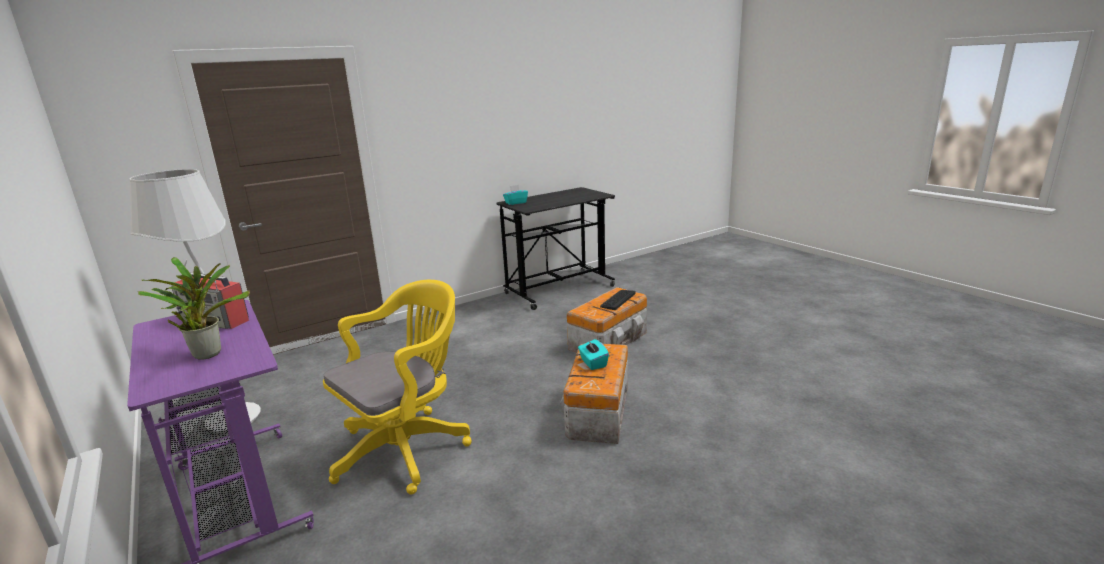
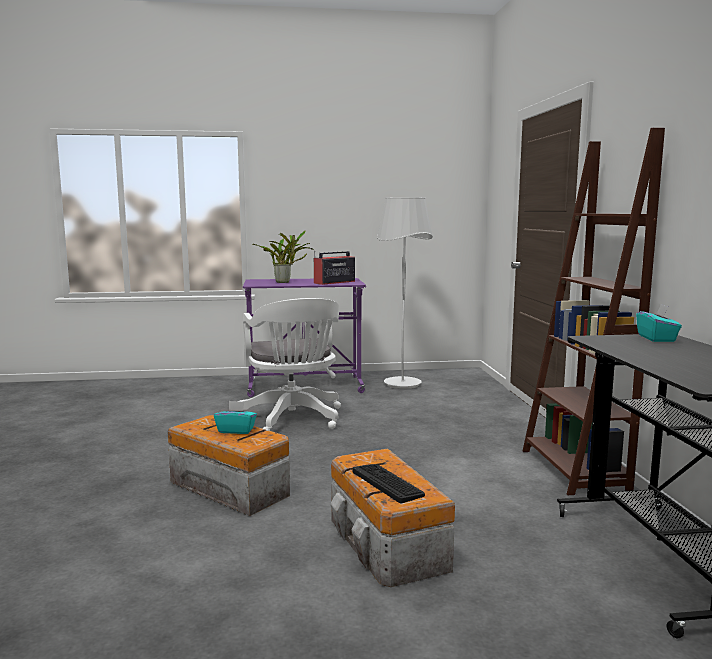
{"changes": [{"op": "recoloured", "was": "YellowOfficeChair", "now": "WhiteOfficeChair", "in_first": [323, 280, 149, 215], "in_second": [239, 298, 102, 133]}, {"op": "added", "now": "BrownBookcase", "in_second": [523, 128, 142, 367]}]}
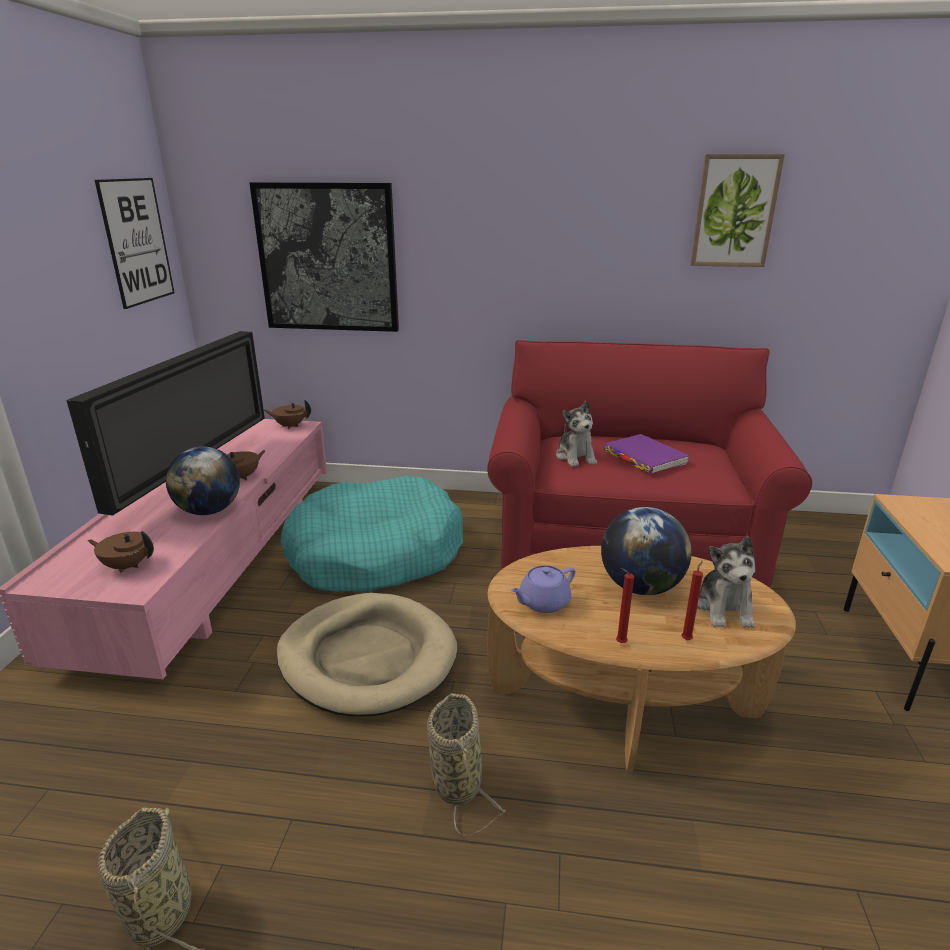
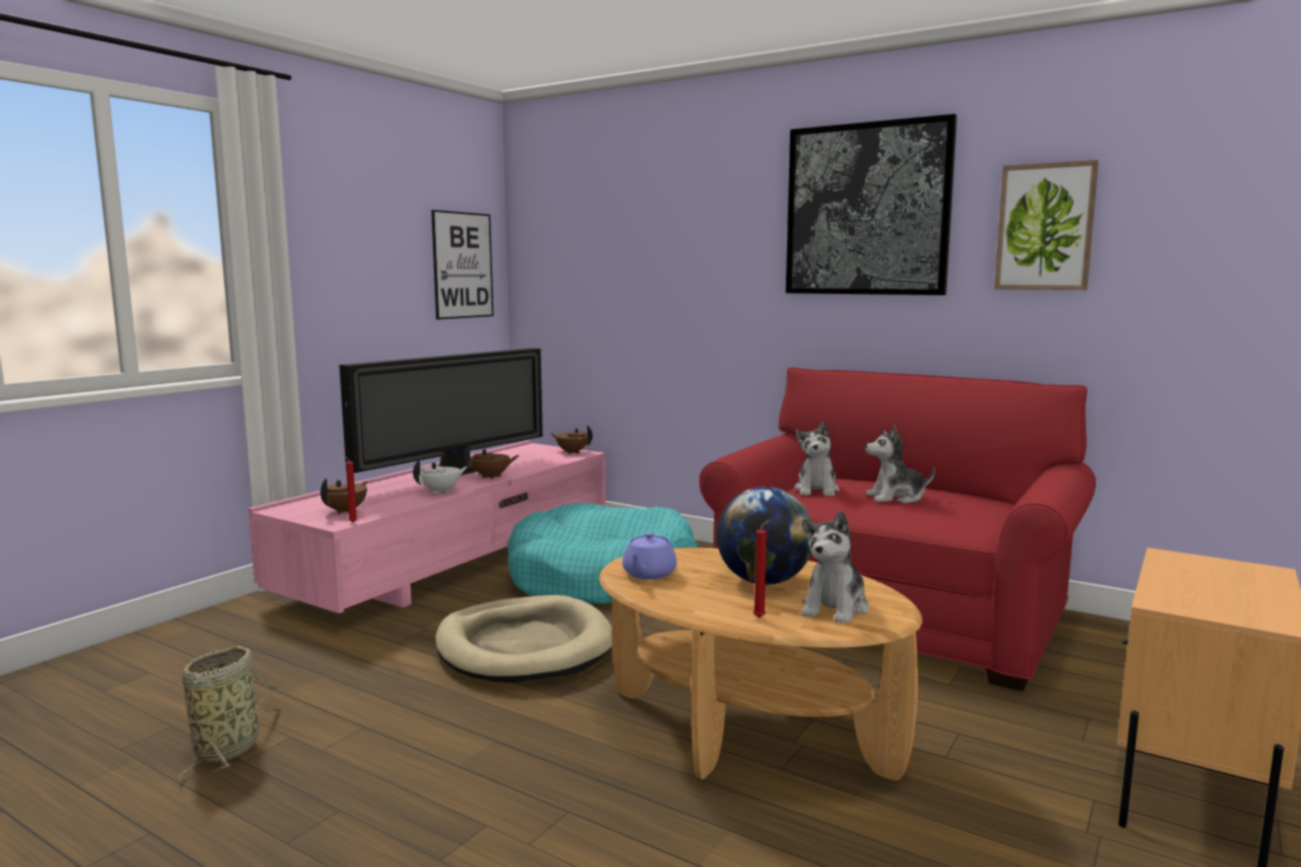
{"changes": [{"op": "turned", "was": "BrownTeapot", "in_first": [88, 531, 66, 42], "in_second": [320, 478, 47, 36], "clockwise": 75}, {"op": "replaced", "was": "Globe", "now": "WhiteTeapot", "in_first": [166, 447, 74, 68], "in_second": [413, 460, 55, 34]}, {"op": "moved", "was": "Picture", "in_first": [249, 182, 150, 150], "in_second": [786, 114, 171, 181]}, {"op": "removed", "was": "Basket", "in_first": [427, 693, 80, 144]}, {"op": "turned", "was": "PurpleTeapot", "in_first": [511, 565, 64, 48], "in_second": [622, 532, 55, 48], "clockwise": -60}, {"op": "replaced", "was": "PurpleBook", "now": "PlushToy", "in_first": [603, 434, 87, 40], "in_second": [865, 425, 70, 78]}, {"op": "moved", "was": "RedCandle", "in_first": [616, 568, 18, 75], "in_second": [343, 455, 14, 67]}]}
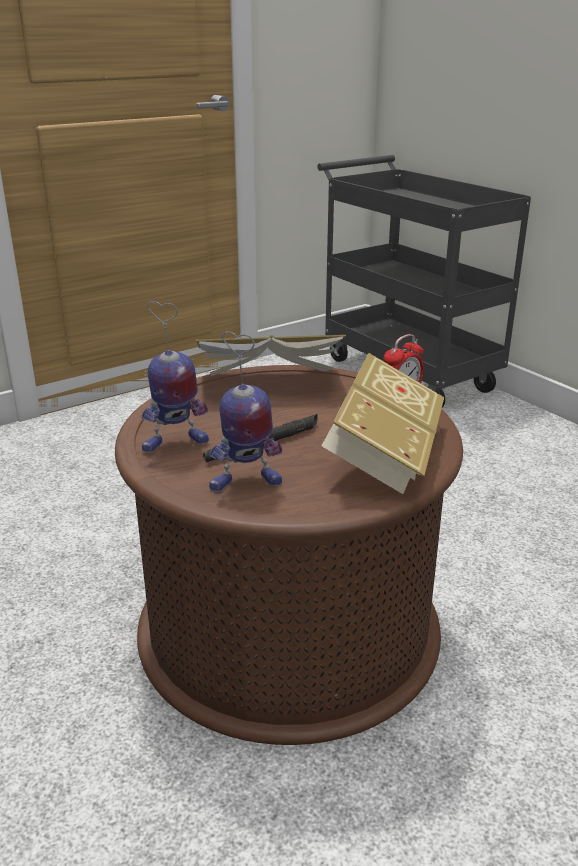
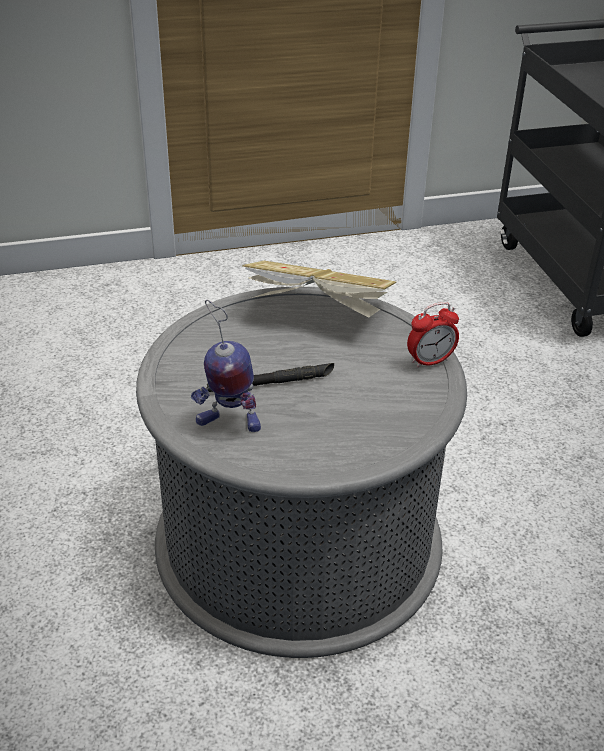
{"changes": [{"op": "recoloured", "was": "BrownCoffeeTable", "now": "GreyCoffeeTable", "in_first": [115, 365, 348, 380], "in_second": [136, 287, 331, 371]}, {"op": "removed", "was": "ToyRobot", "in_first": [142, 301, 67, 152]}, {"op": "removed", "was": "Book", "in_first": [321, 353, 123, 141]}]}
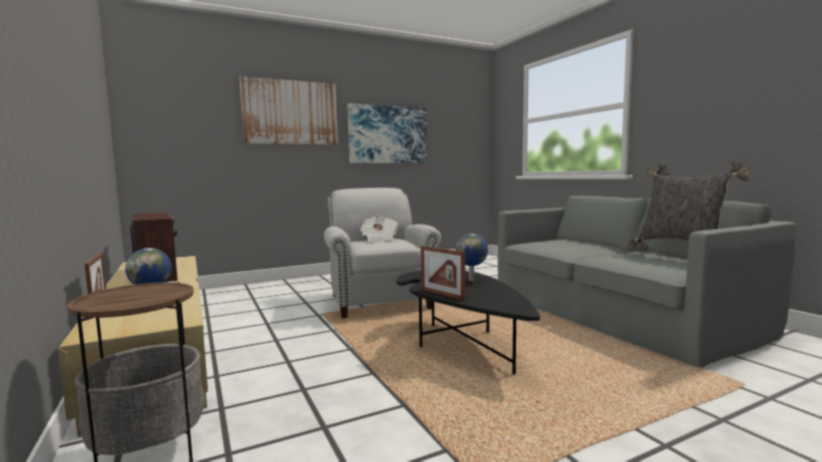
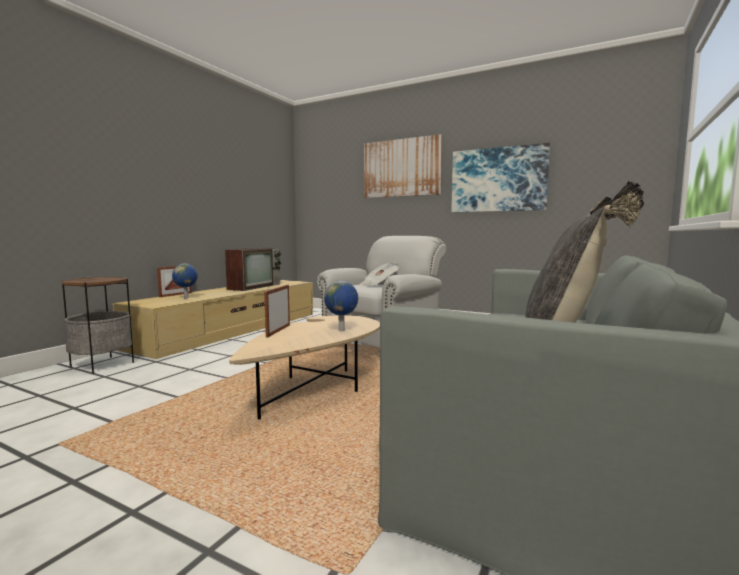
{"changes": [{"op": "recoloured", "was": "BlackCoffeeTable", "now": "BeigeCoffeeTable", "in_first": [396, 270, 144, 105], "in_second": [229, 315, 151, 104]}]}
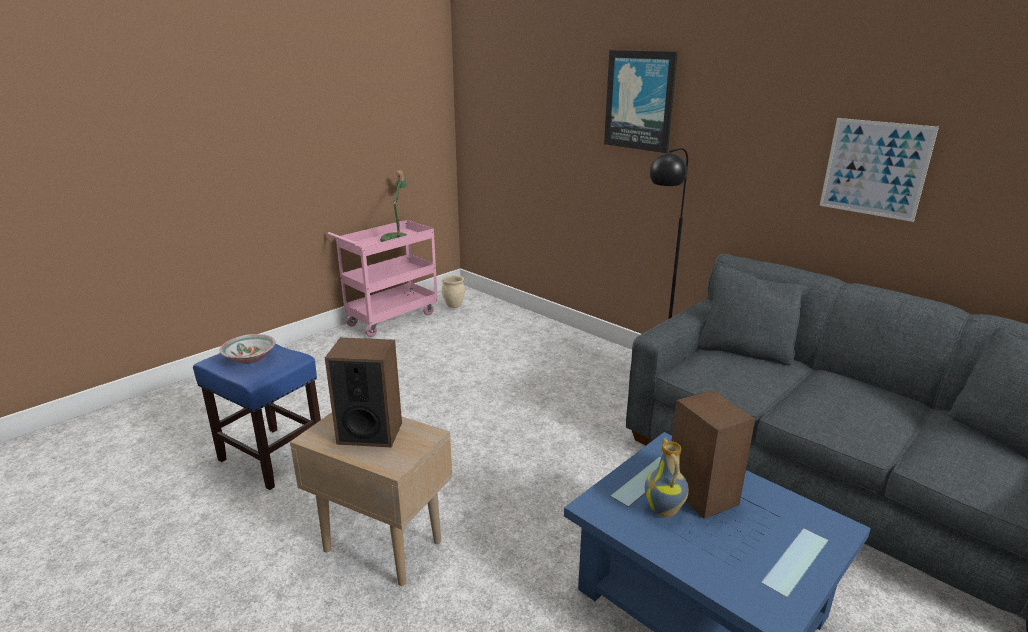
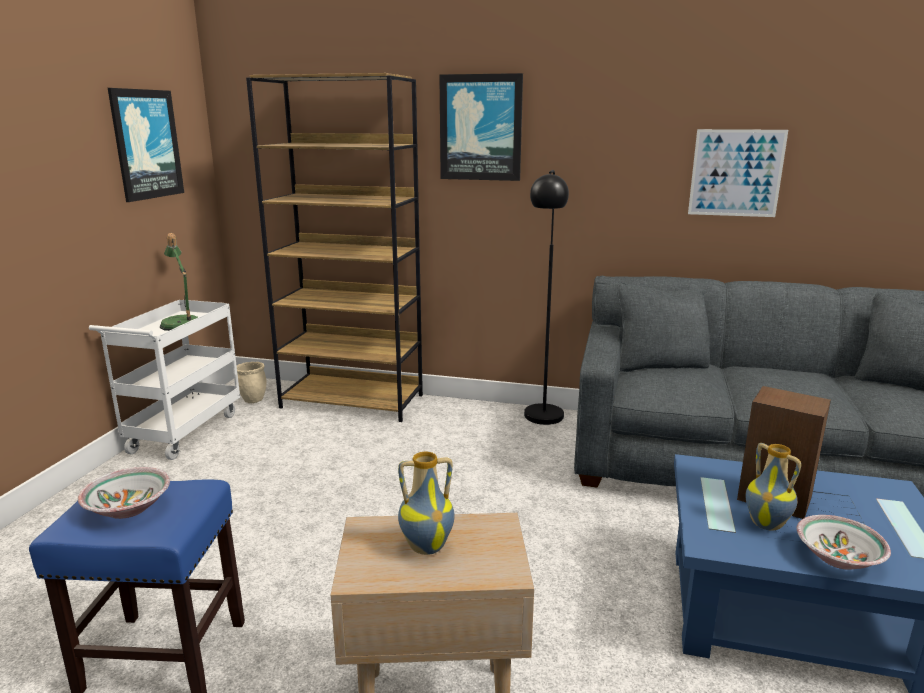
{"changes": [{"op": "replaced", "was": "Speaker", "now": "Vase", "in_first": [325, 338, 77, 109], "in_second": [398, 452, 56, 103]}, {"op": "recoloured", "was": "PinkCart", "now": "WhiteCart", "in_first": [327, 220, 111, 117], "in_second": [89, 300, 151, 160]}, {"op": "added", "now": "Picture", "in_second": [108, 88, 76, 114]}, {"op": "added", "now": "BrownBookcase", "in_second": [246, 73, 177, 349]}, {"op": "added", "now": "Bowl", "in_second": [796, 515, 95, 55]}]}
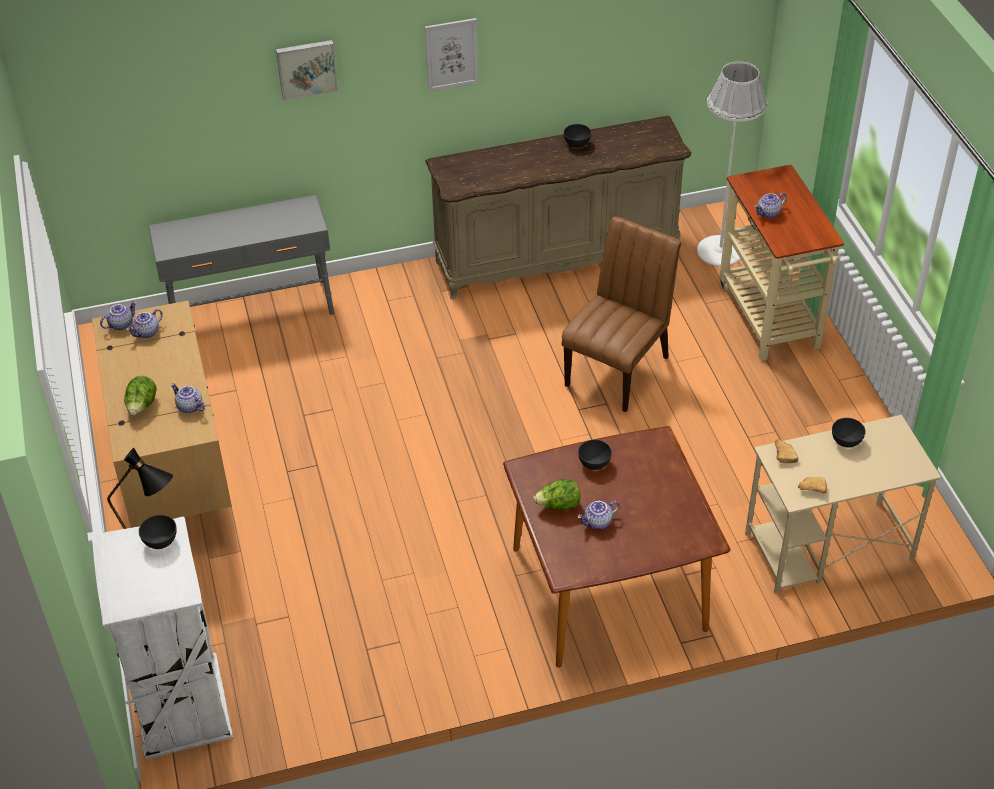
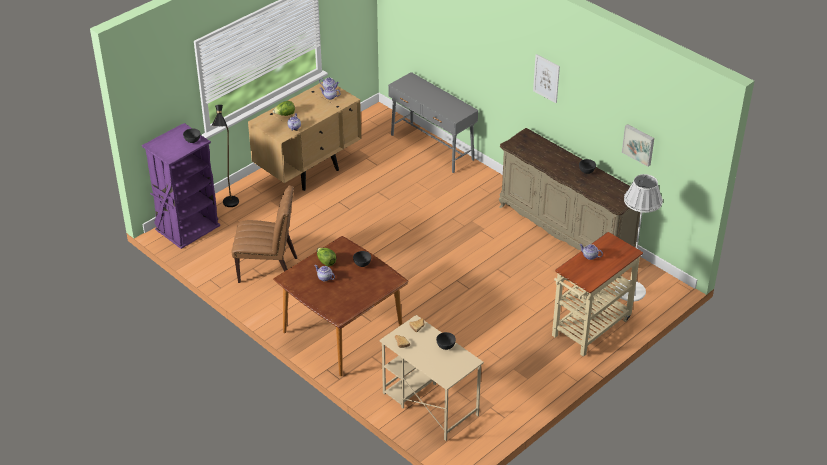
{"changes": [{"op": "recoloured", "was": "WhiteBookcase", "now": "PurpleBookcase", "in_first": [92, 516, 141, 243], "in_second": [142, 123, 78, 126]}, {"op": "moved", "was": "Picture", "in_first": [276, 40, 62, 61], "in_second": [622, 124, 32, 43]}, {"op": "moved", "was": "BrownChair", "in_first": [562, 216, 120, 196], "in_second": [232, 185, 65, 98]}]}
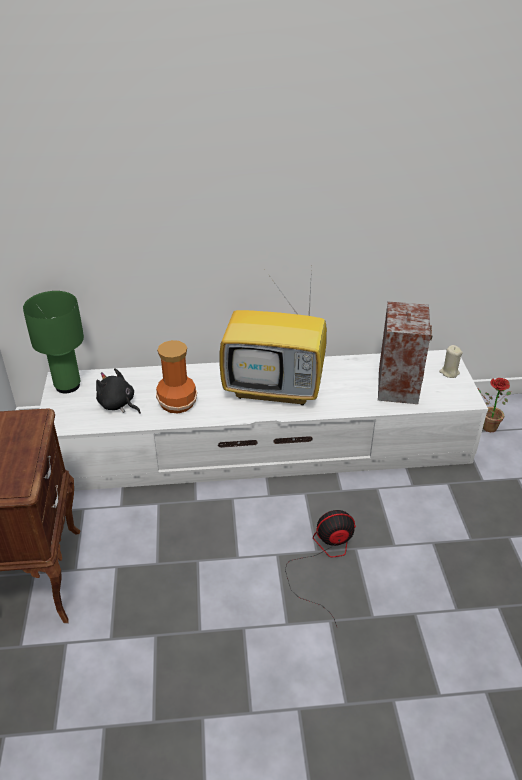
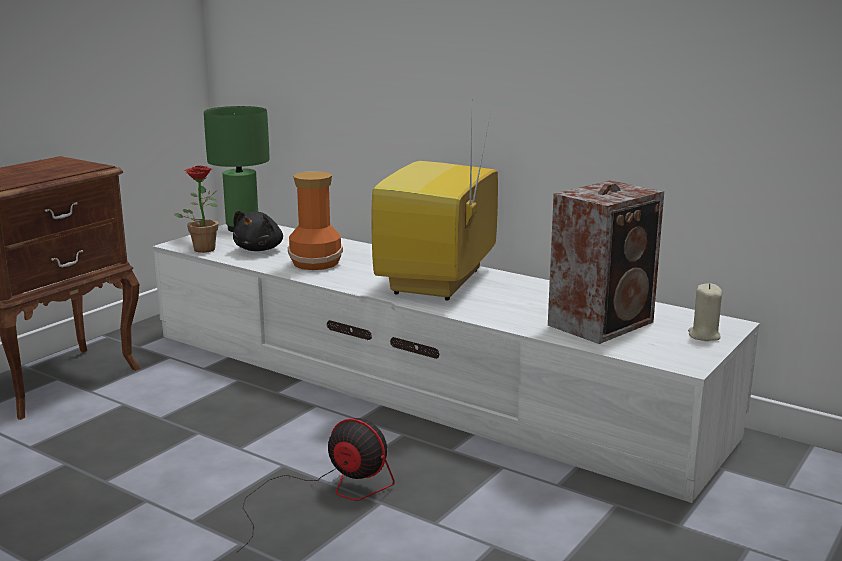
{"changes": [{"op": "turned", "was": "BlackPlushToy", "in_first": [96, 368, 45, 46], "in_second": [233, 210, 50, 41], "clockwise": -150}, {"op": "turned", "was": "Television", "in_first": [220, 268, 107, 137], "in_second": [372, 112, 126, 189], "clockwise": 60}, {"op": "moved", "was": "PottedPlant", "in_first": [477, 378, 34, 54], "in_second": [174, 166, 44, 87]}]}
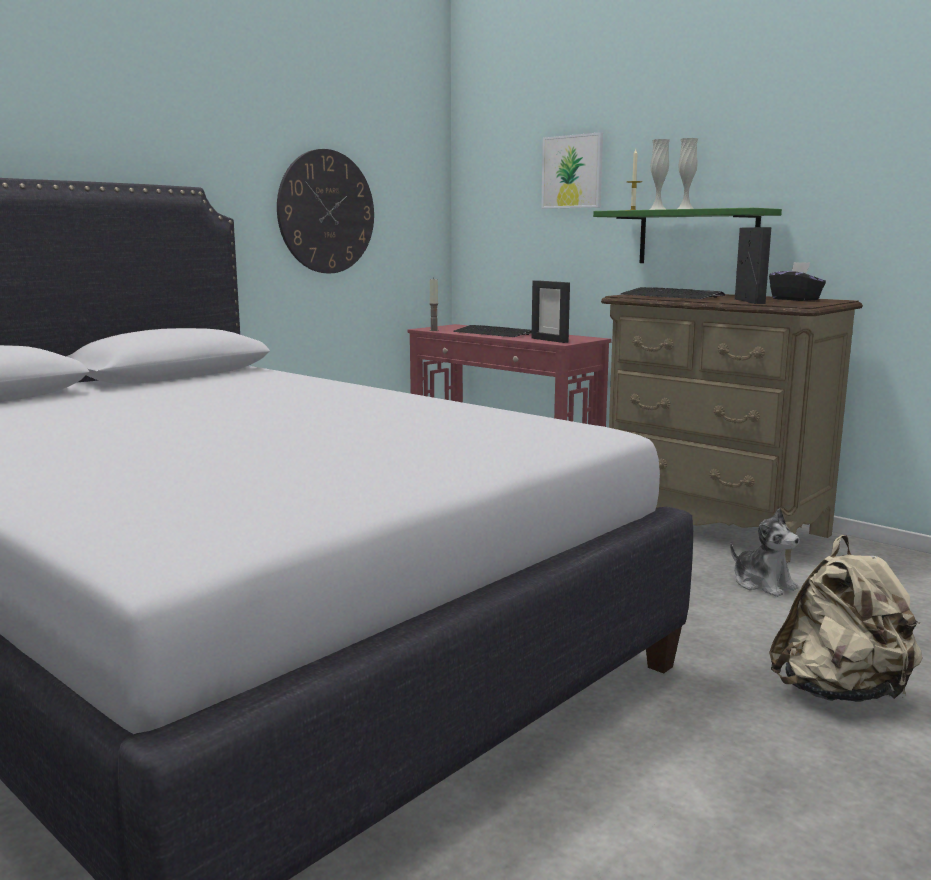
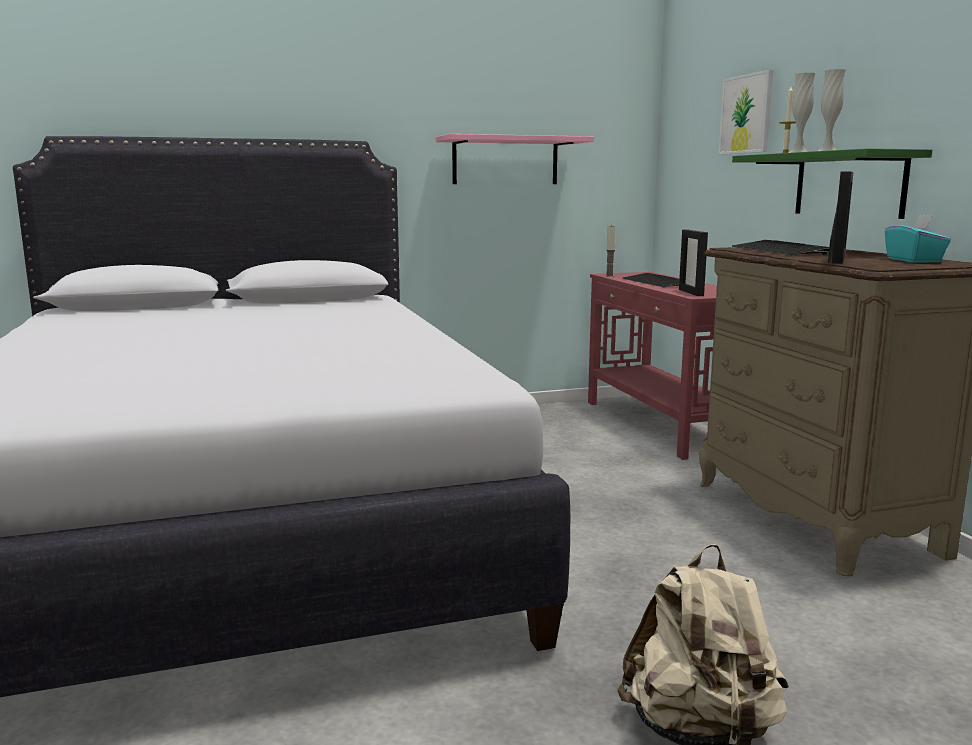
{"changes": [{"op": "replaced", "was": "WallClock", "now": "PinkShelf", "in_first": [277, 149, 97, 124], "in_second": [436, 134, 158, 50]}, {"op": "removed", "was": "PlushToy", "in_first": [730, 508, 70, 89]}, {"op": "recoloured", "was": "BlackTissueBox", "now": "TurquoiseTissueBox", "in_first": [769, 262, 57, 39], "in_second": [885, 214, 66, 48]}]}
